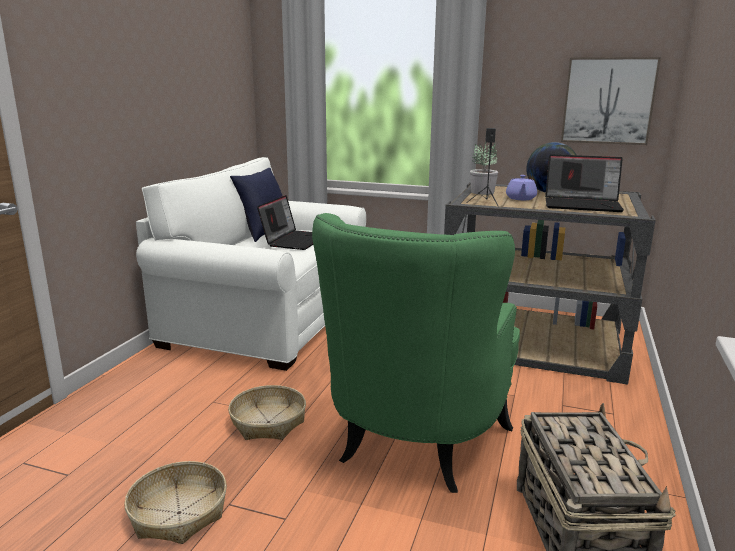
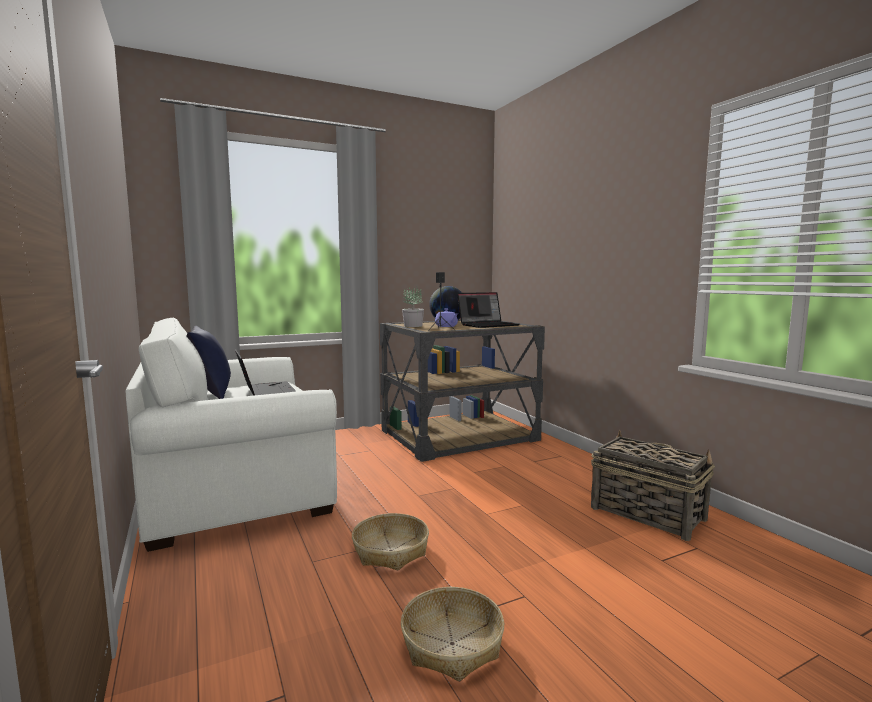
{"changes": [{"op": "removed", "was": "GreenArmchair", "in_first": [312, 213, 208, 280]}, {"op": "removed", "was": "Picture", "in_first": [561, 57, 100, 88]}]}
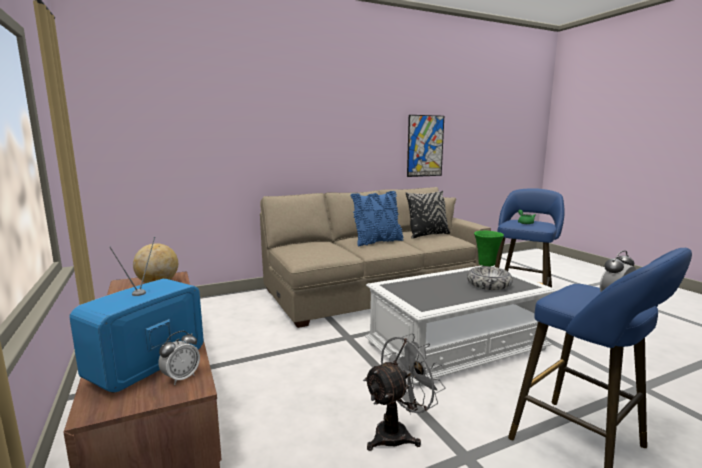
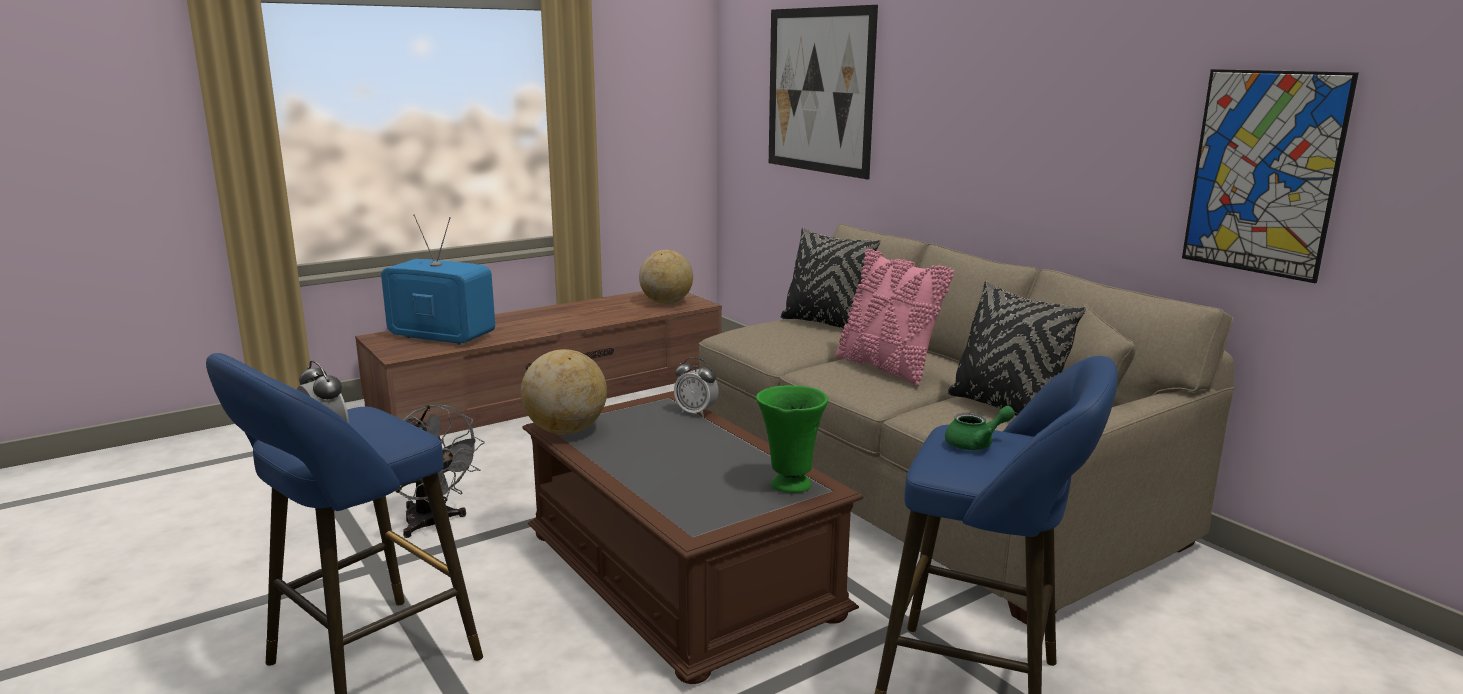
{"changes": [{"op": "moved", "was": "AlarmClock", "in_first": [158, 331, 42, 54], "in_second": [674, 357, 45, 60]}, {"op": "recoloured", "was": "BluePillow", "now": "PinkPillow", "in_first": [350, 191, 54, 56], "in_second": [835, 249, 119, 137]}, {"op": "recoloured", "was": "WhiteCoffeeTable", "now": "BrownCoffeeTable", "in_first": [365, 265, 192, 121], "in_second": [522, 391, 341, 293]}, {"op": "removed", "was": "Bowl", "in_first": [467, 266, 46, 24]}, {"op": "added", "now": "Globe", "in_second": [521, 349, 86, 85]}, {"op": "added", "now": "Picture", "in_second": [769, 5, 109, 174]}, {"op": "added", "now": "BlackPillow", "in_second": [781, 228, 99, 100]}]}
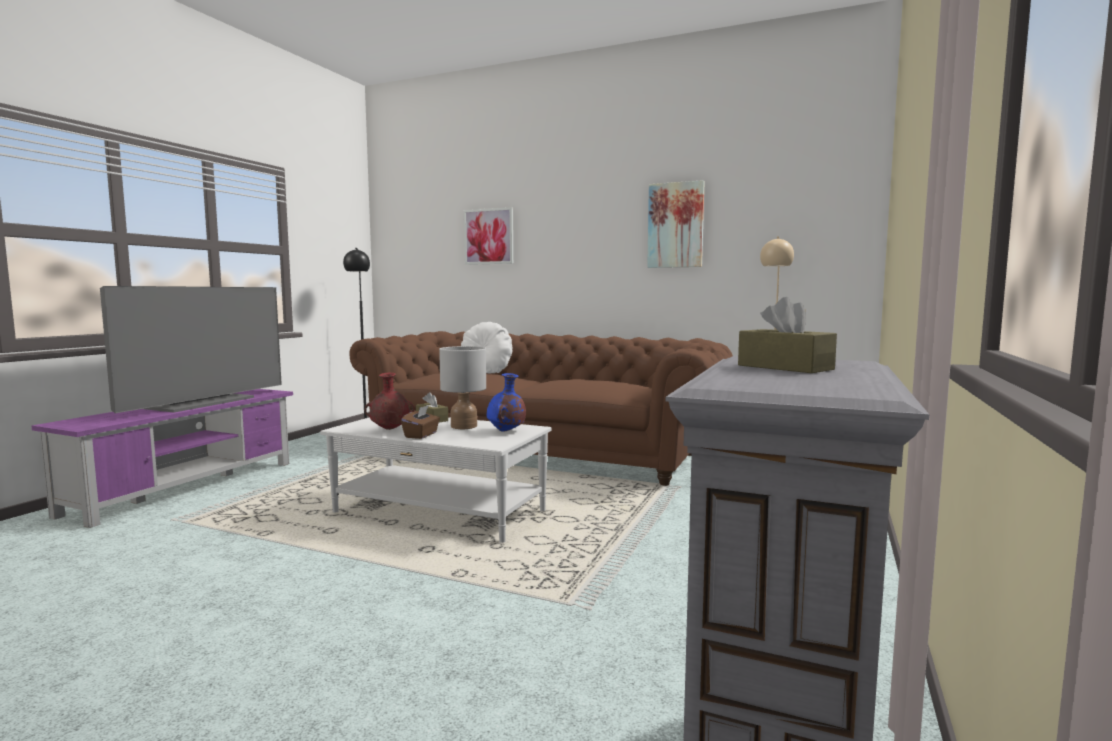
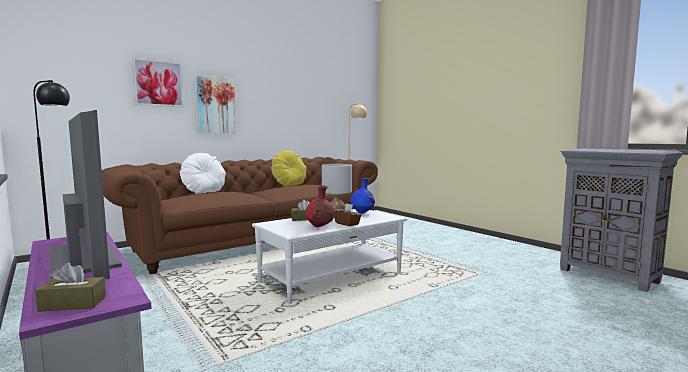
{"changes": [{"op": "moved", "was": "Picture", "in_first": [647, 180, 58, 88], "in_second": [196, 75, 40, 58]}, {"op": "moved", "was": "BrownTissueBox", "in_first": [738, 297, 99, 76], "in_second": [35, 263, 71, 49]}, {"op": "added", "now": "YellowPillow", "in_second": [271, 151, 35, 35]}]}
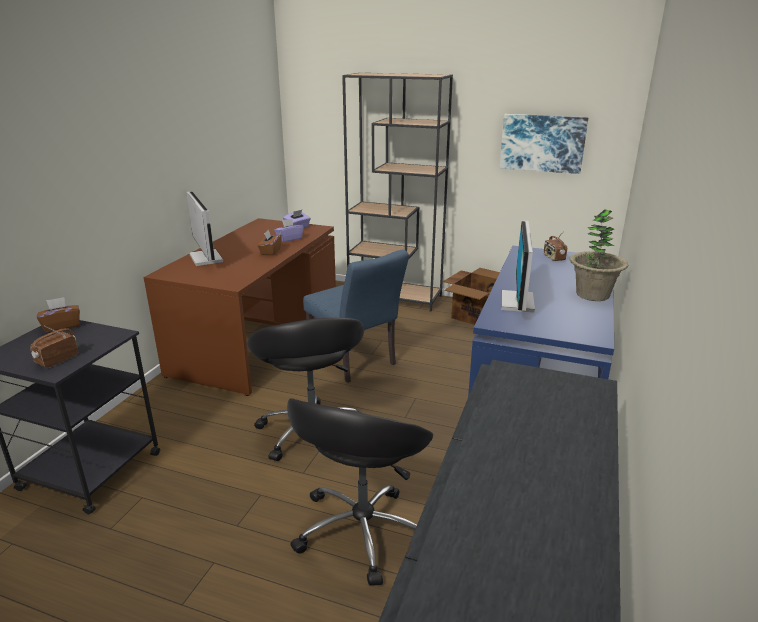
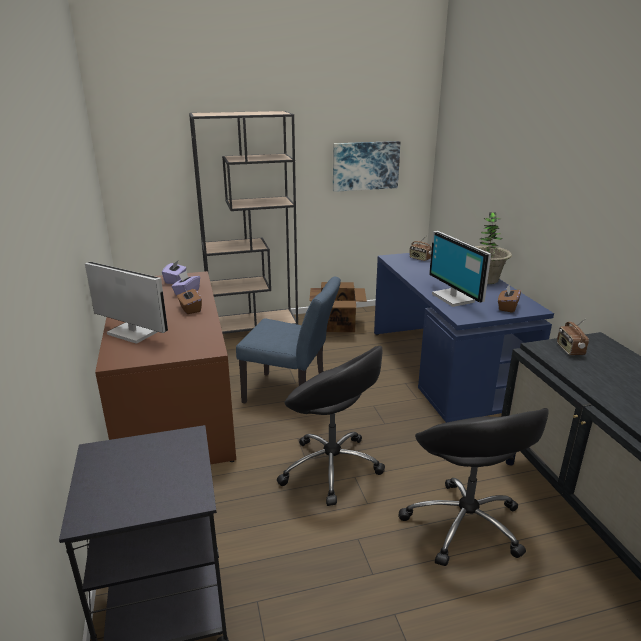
{"changes": [{"op": "moved", "was": "Radio", "in_first": [30, 325, 48, 43], "in_second": [557, 318, 32, 37]}, {"op": "moved", "was": "BrownTissueBox", "in_first": [37, 297, 43, 36], "in_second": [498, 285, 23, 28]}]}
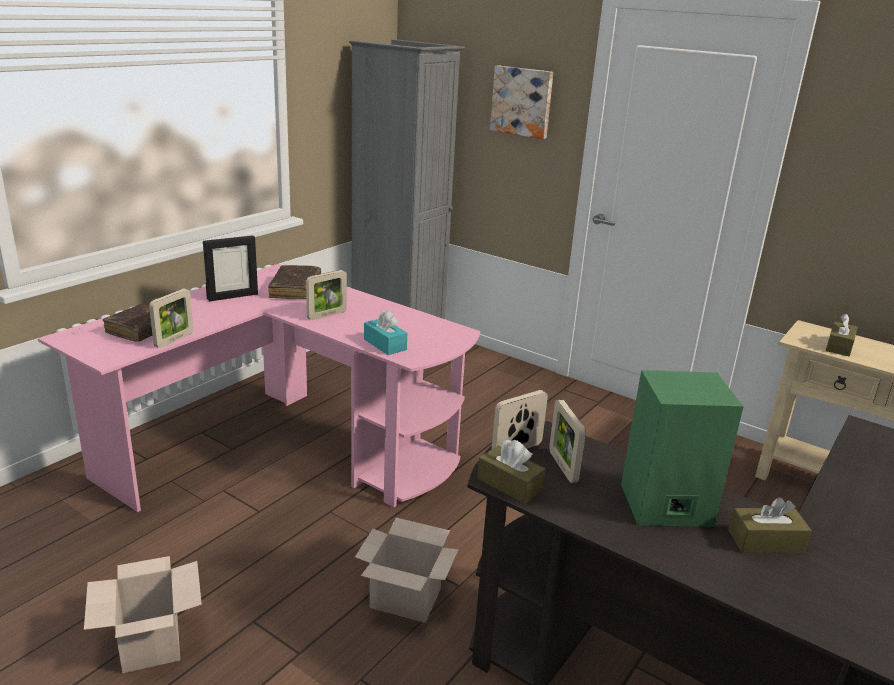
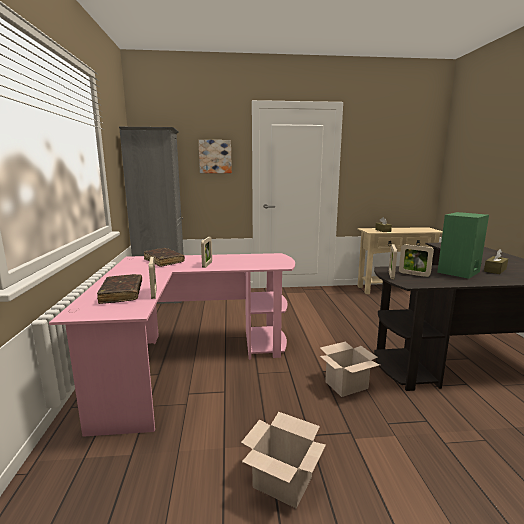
{"changes": [{"op": "removed", "was": "PictureFrame", "in_first": [203, 235, 55, 67]}, {"op": "removed", "was": "TurquoiseTissueBox", "in_first": [364, 310, 43, 45]}, {"op": "removed", "was": "BrownTissueBox", "in_first": [477, 440, 69, 64]}]}
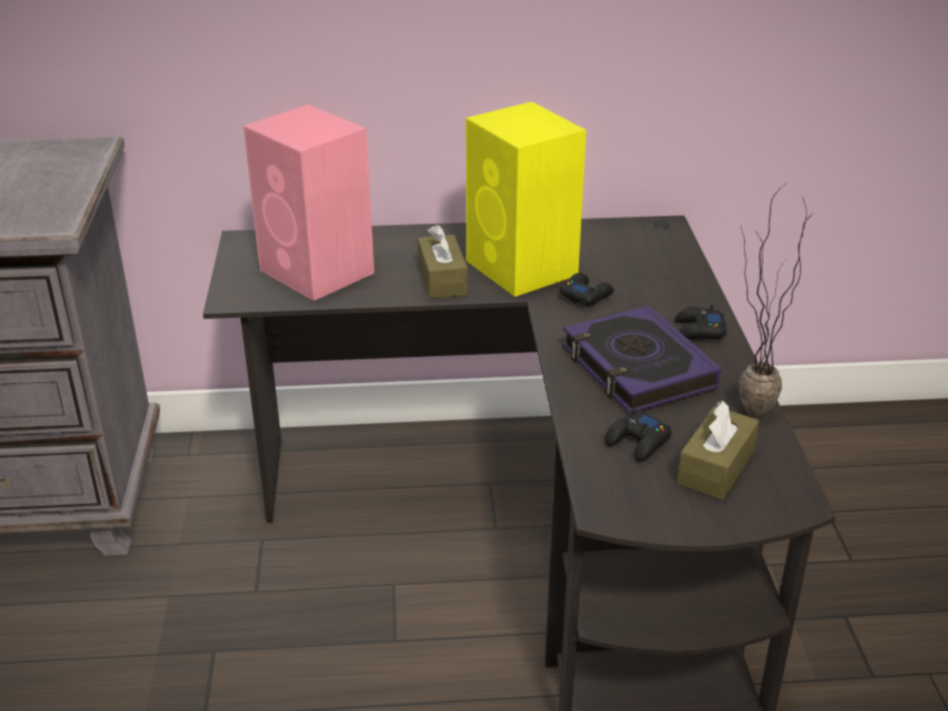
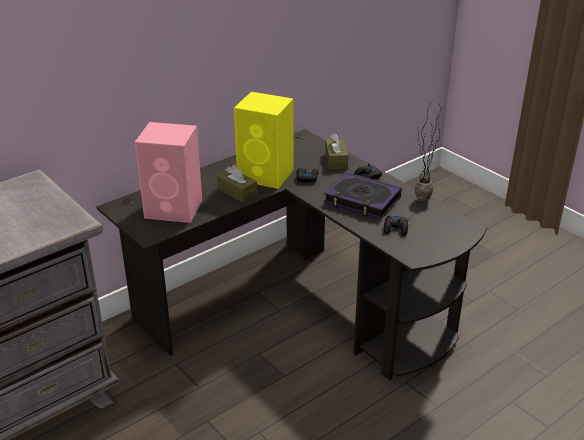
{"changes": [{"op": "moved", "was": "BrownTissueBox", "in_first": [677, 401, 82, 99], "in_second": [325, 134, 23, 35]}]}
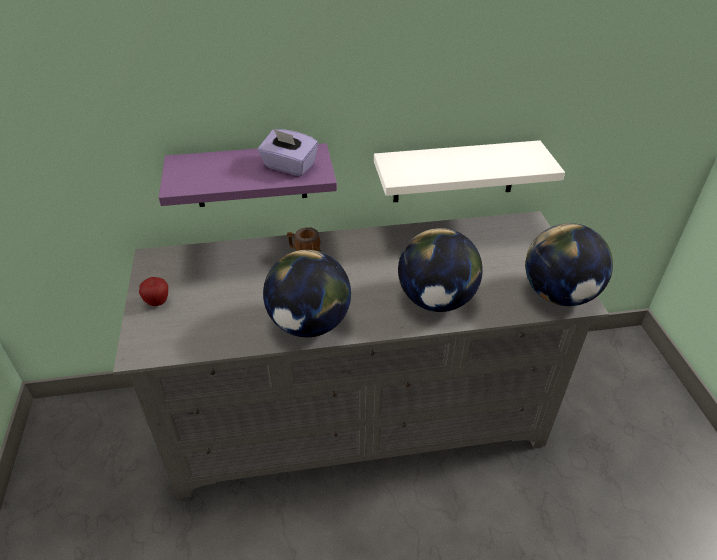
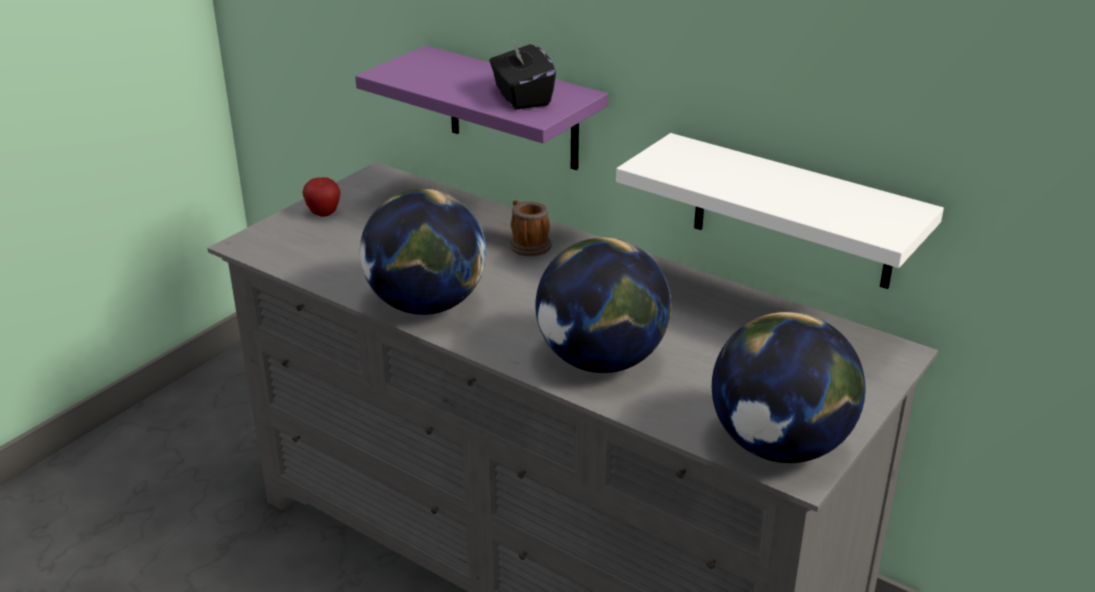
{"changes": [{"op": "recoloured", "was": "PurpleTissueBox", "now": "BlackTissueBox", "in_first": [258, 129, 60, 47], "in_second": [490, 37, 66, 73]}]}
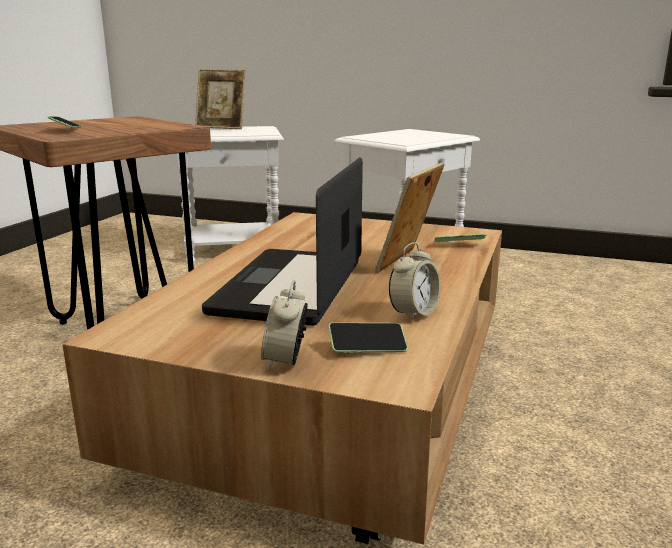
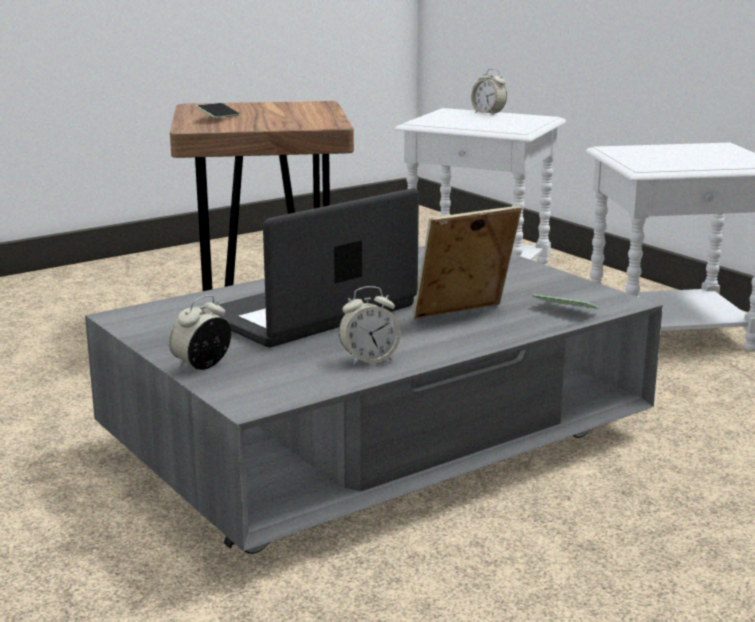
{"changes": [{"op": "recoloured", "was": "BrownCoffeeTable", "now": "GreyCoffeeTable", "in_first": [62, 212, 440, 333], "in_second": [85, 246, 578, 308]}, {"op": "replaced", "was": "PictureFrame", "now": "AlarmClock", "in_first": [195, 69, 51, 60], "in_second": [471, 69, 36, 46]}, {"op": "removed", "was": "Phone", "in_first": [328, 323, 80, 30]}]}
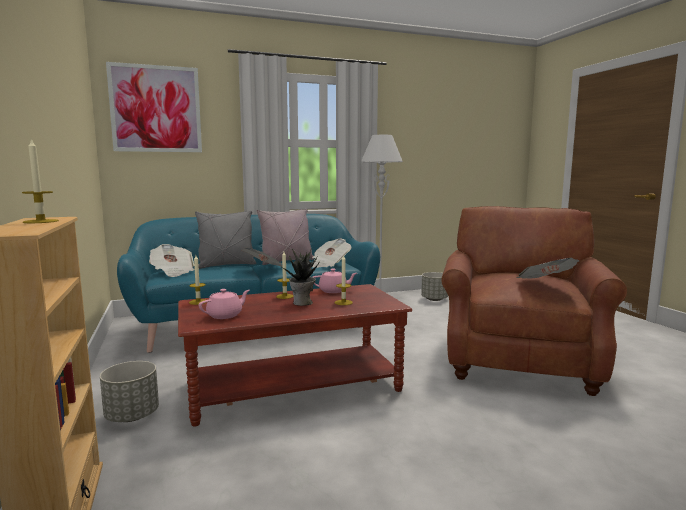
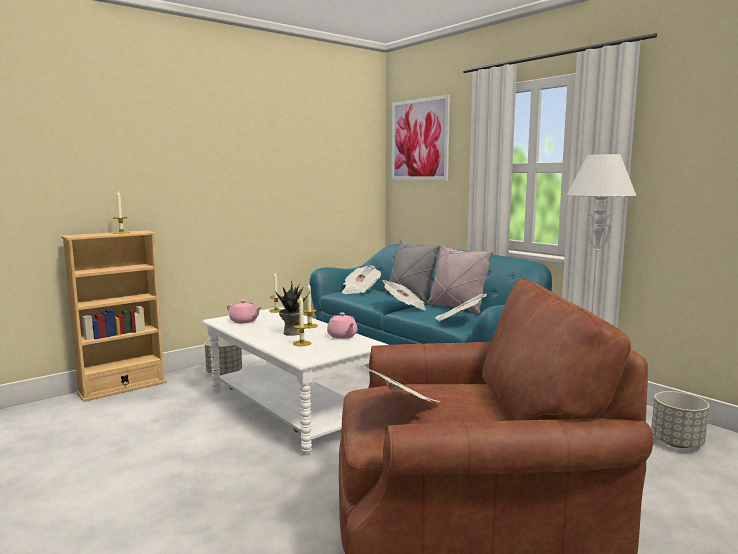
{"changes": [{"op": "recoloured", "was": "BrownCoffeeTable", "now": "WhiteCoffeeTable", "in_first": [178, 284, 234, 143], "in_second": [202, 307, 186, 148]}]}
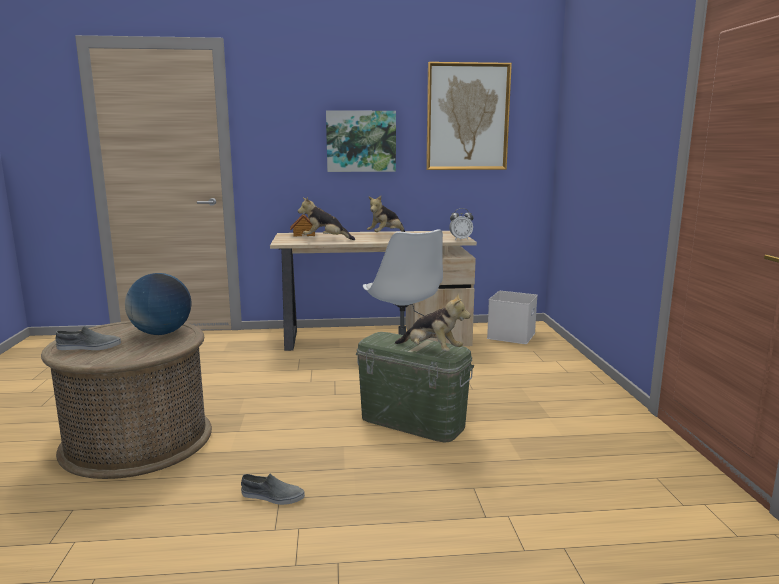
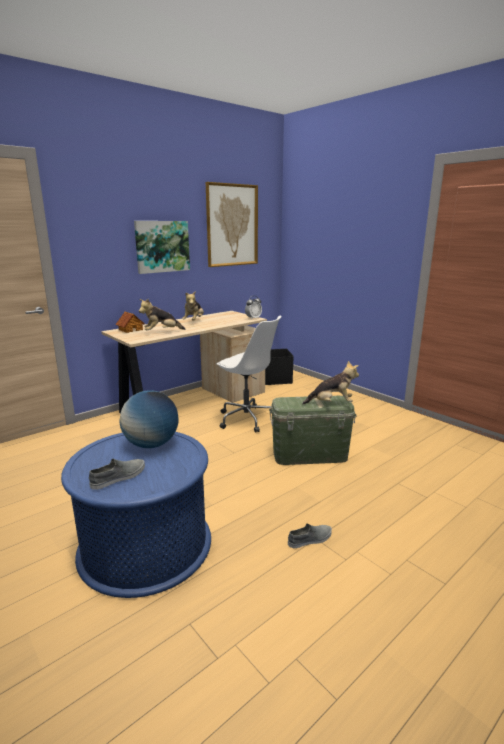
{"changes": [{"op": "recoloured", "was": "BrownCoffeeTable", "now": "BlueCoffeeTable", "in_first": [41, 321, 171, 158], "in_second": [61, 432, 150, 166]}, {"op": "recoloured", "was": "WhiteStorageBox", "now": "BlackStorageBox", "in_first": [487, 291, 51, 53], "in_second": [265, 349, 29, 36]}]}
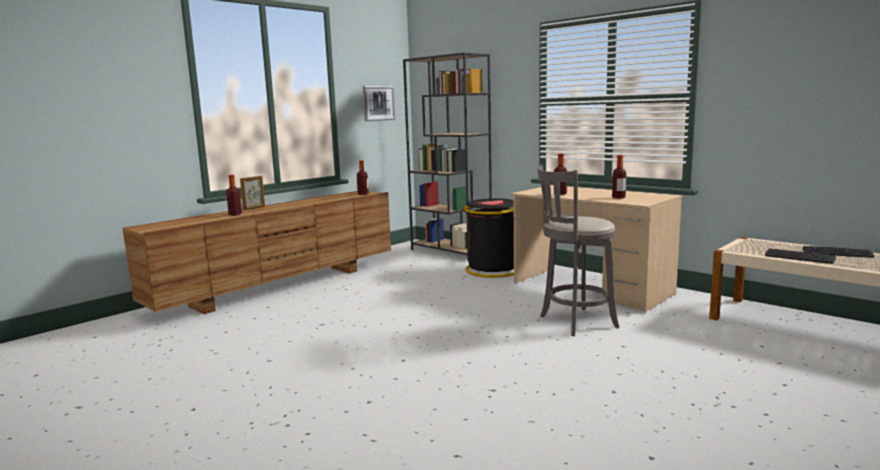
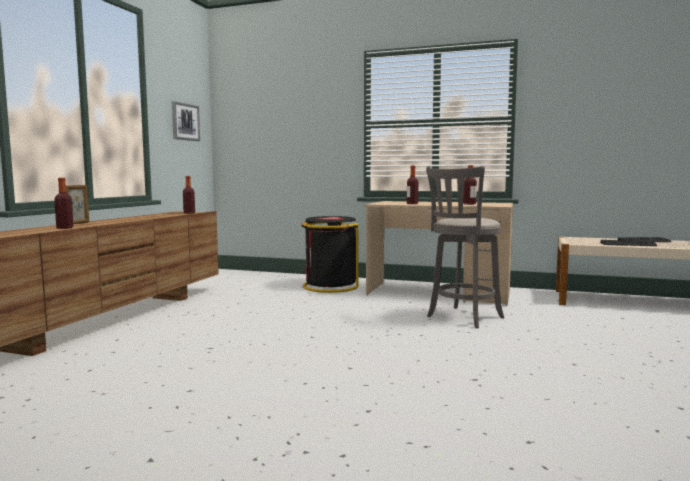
{"changes": [{"op": "removed", "was": "Bookcase", "in_first": [403, 52, 89, 210]}]}
